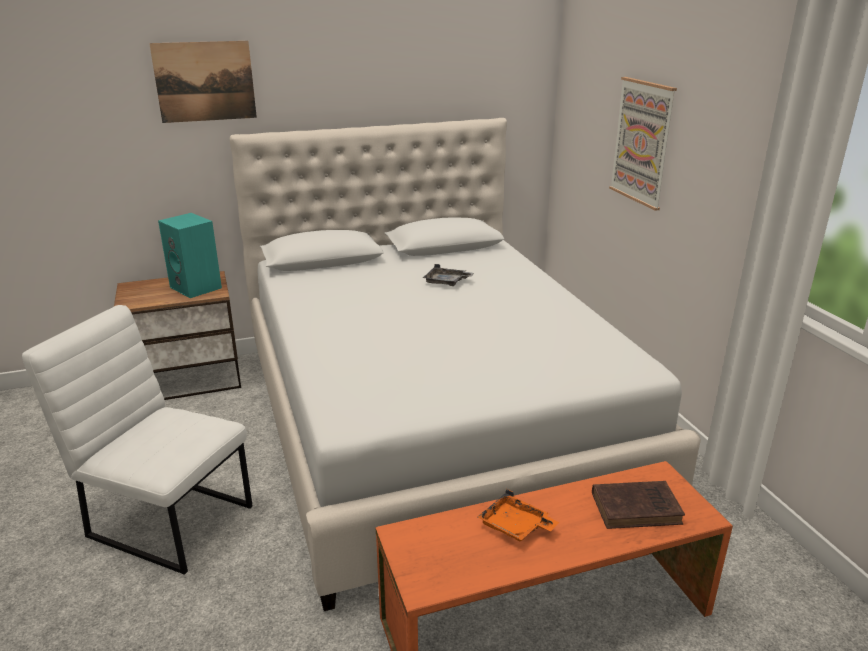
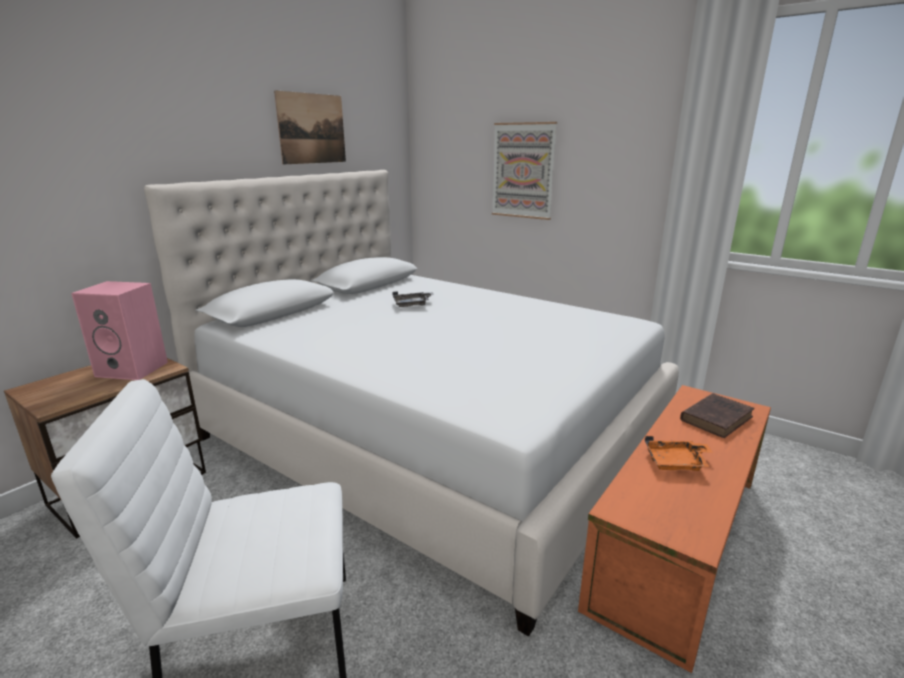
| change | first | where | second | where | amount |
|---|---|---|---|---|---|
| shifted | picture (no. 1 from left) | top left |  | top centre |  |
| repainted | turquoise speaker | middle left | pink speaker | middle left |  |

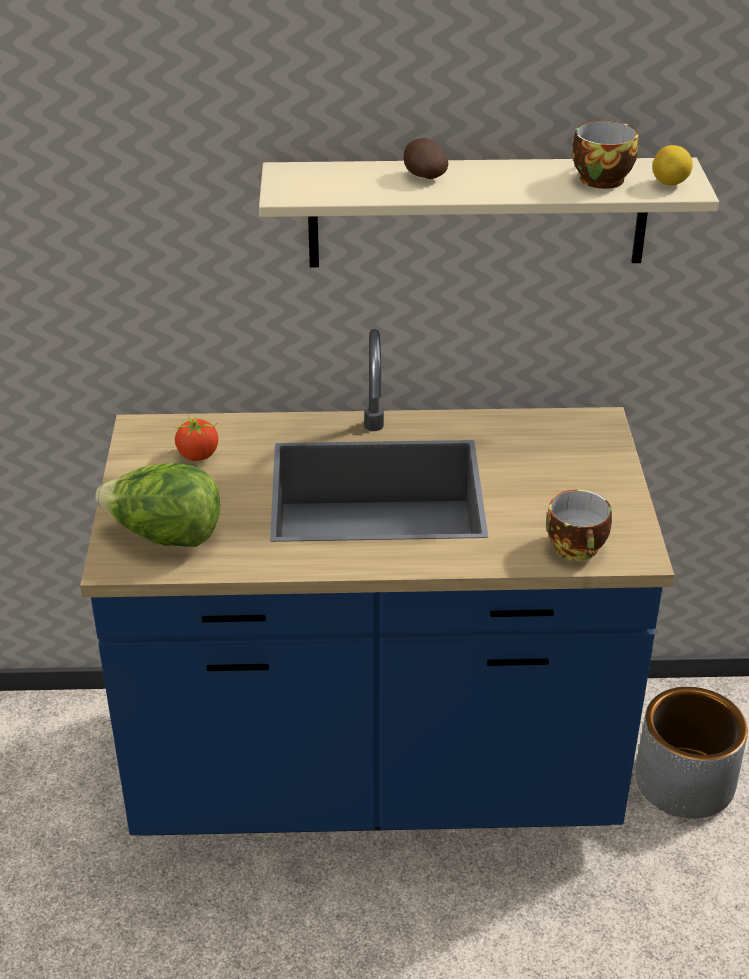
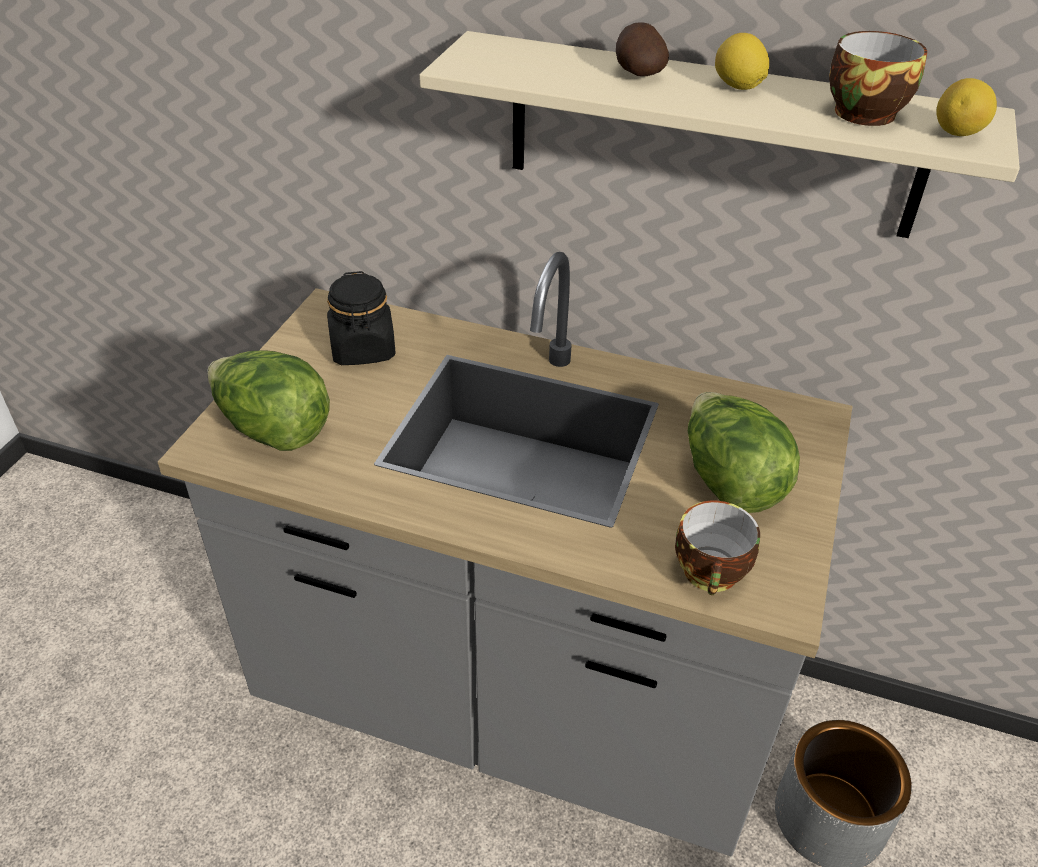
| change | first | where | second | where | amount |
|---|---|---|---|---|---|
| repainted | blue counter | centre | grey counter | centre |  |
| swapped | tomato | middle left | black jar | centre |  |
| new |  |  | lettuce (no. 2 from left) | middle right |  |
| new |  |  | lemon (no. 1 from left) | top right |  |

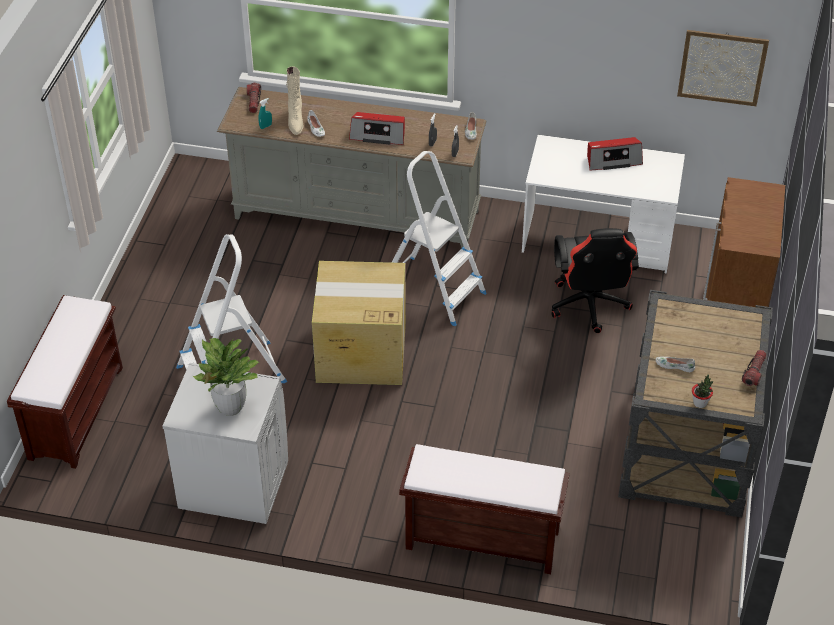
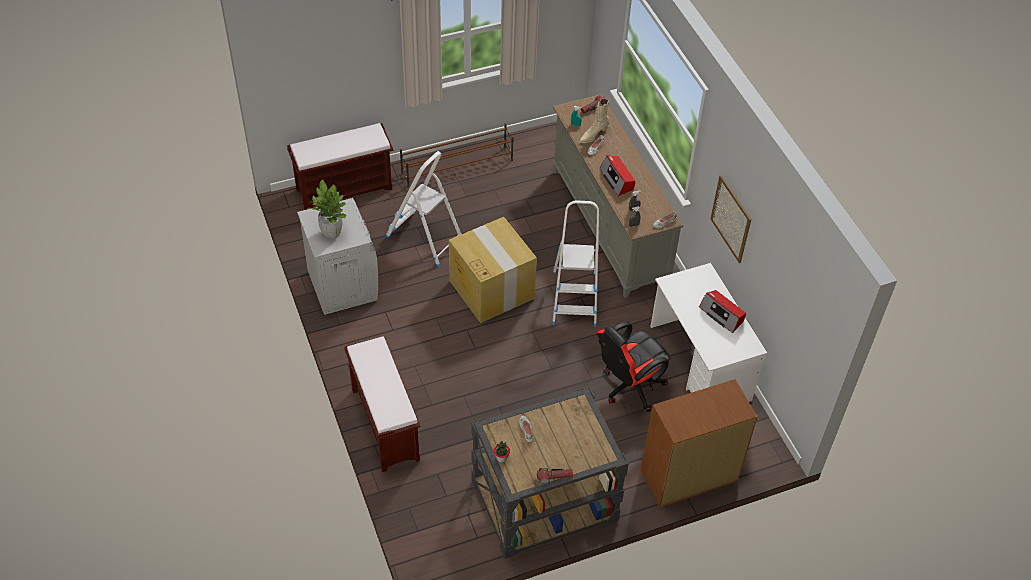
| change | first | where | second | where | amount |
|---|---|---|---|---|---|
| shifted | picture | top right |  | middle right |  |
| new |  |  | brown shoe rack | top centre |  |

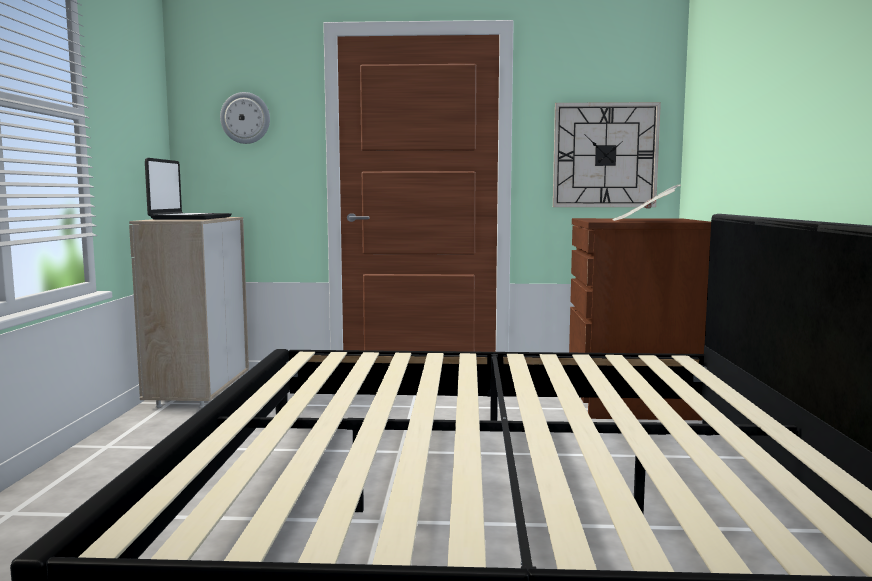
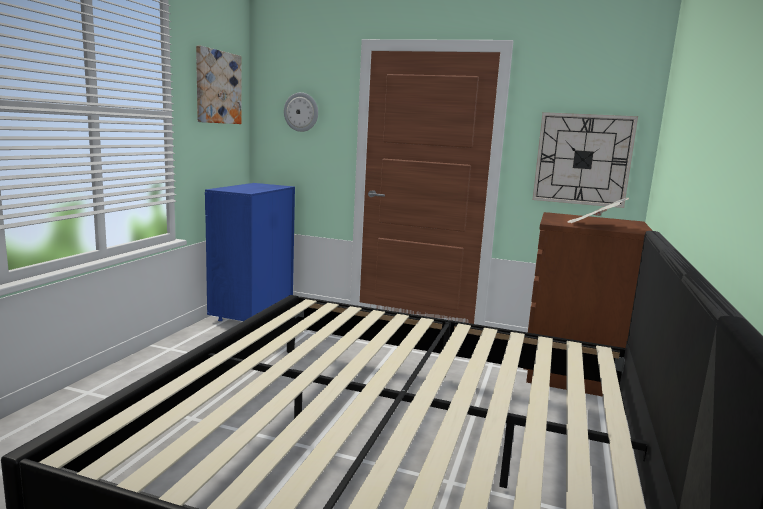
| change | first | where | second | where | amount |
|---|---|---|---|---|---|
| repainted | beige cabinet | middle left | blue cabinet | middle left |  |
| gone | laptop | top left |  |  |  |
| new |  |  | picture | top left |  |

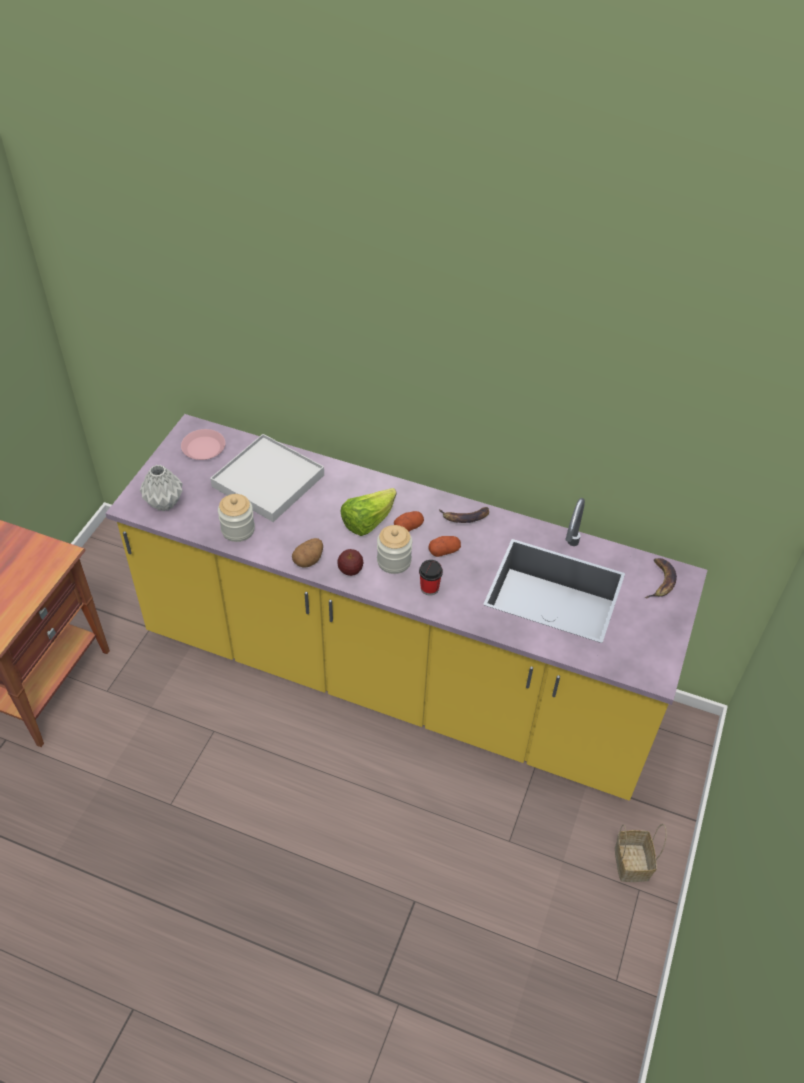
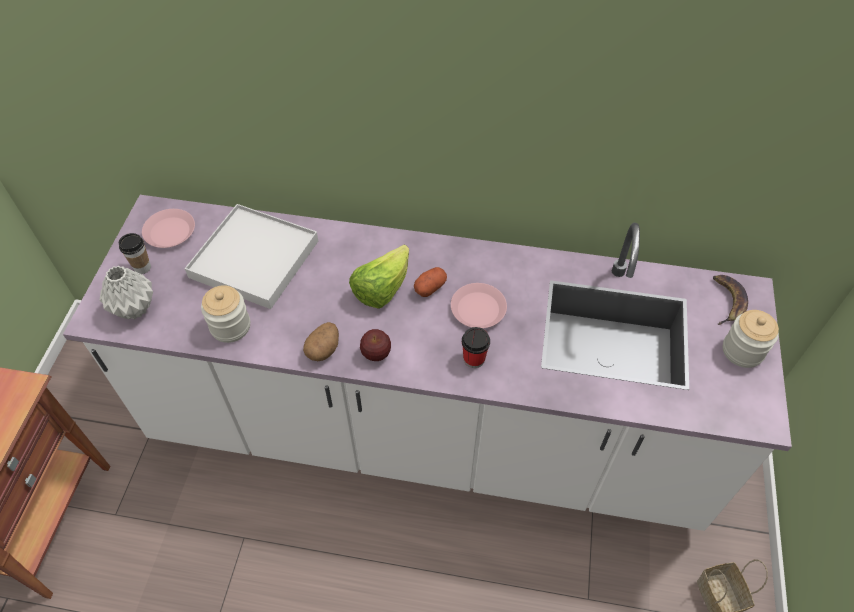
| change | first | where | second | where | amount |
|---|---|---|---|---|---|
| repainted | yellow counter | centre | white counter | centre |  |
| shifted | jar (no. 2 from left) | centre |  | middle right |  |
| swapped | potato (no. 3 from left) | centre | pink plate (no. 2 from left) | centre |  |
| gone | banana (no. 1 from left) | centre |  |  |  |
| new |  |  | cup (no. 1 from left) | middle left |  |

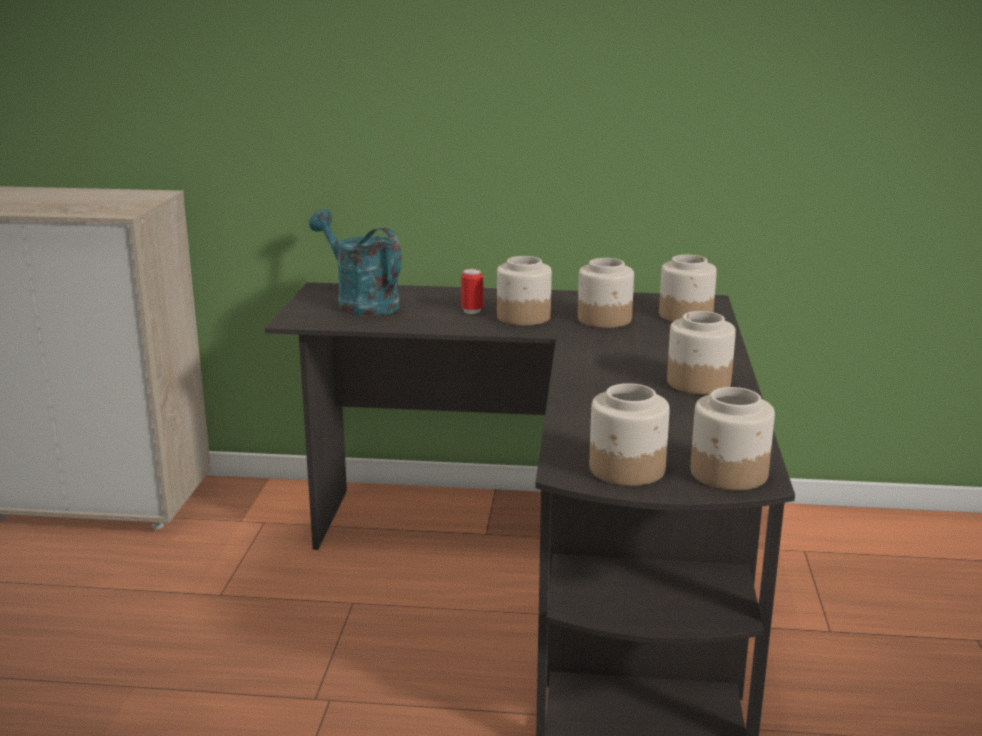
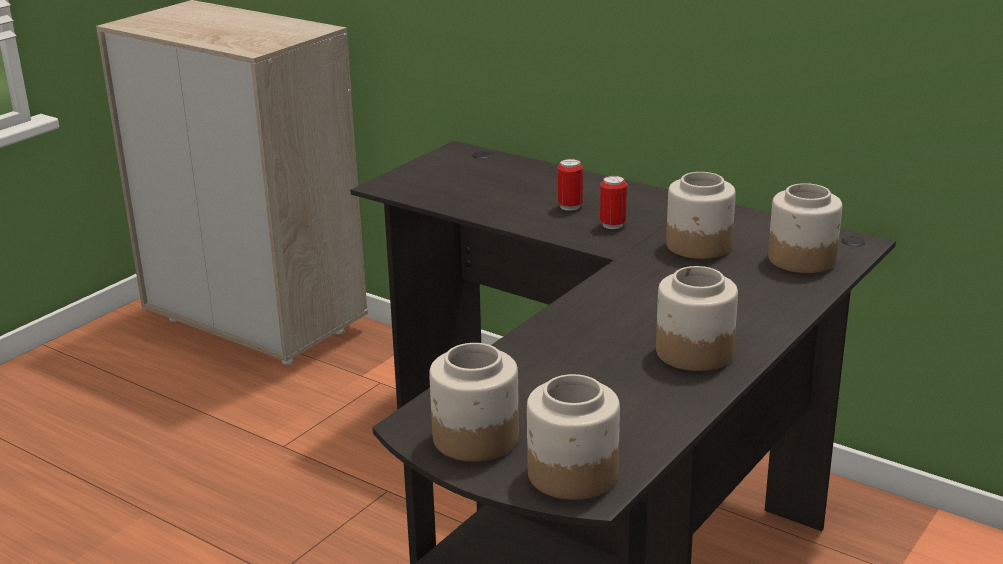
| change | first | where | second | where | amount |
|---|---|---|---|---|---|
| gone | turquoise watering can | centre |  |  |  |
| swapped | jar (no. 1 from left) | centre | can (no. 2 from left) | centre |  |

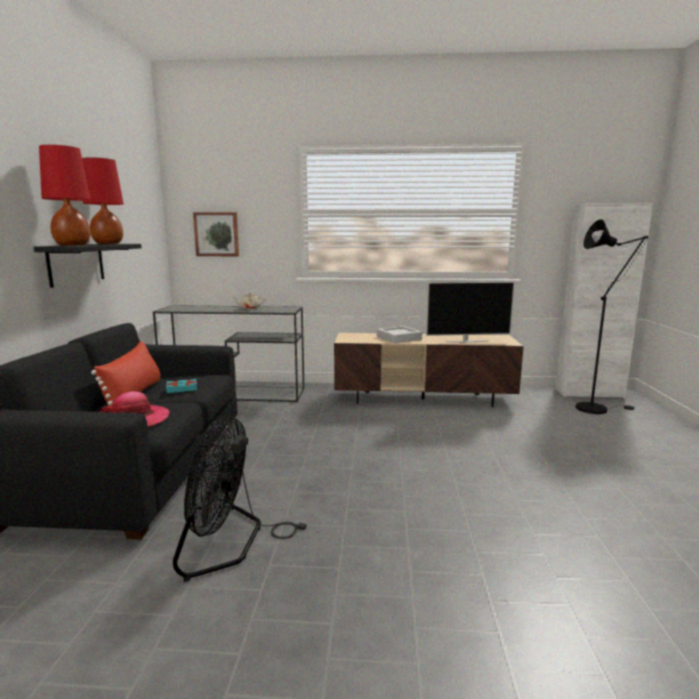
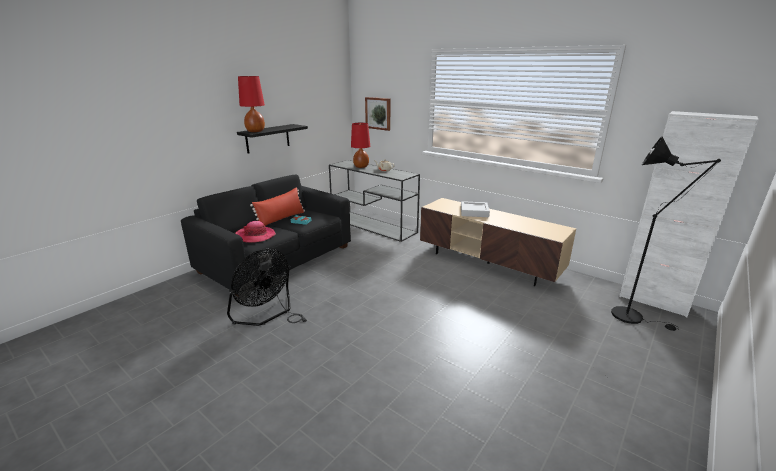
| change | first | where | second | where | amount |
|---|---|---|---|---|---|
| shifted | red table lamp (no. 2 from left) | top left |  | top centre |  |
| gone | television | middle right |  |  |  |

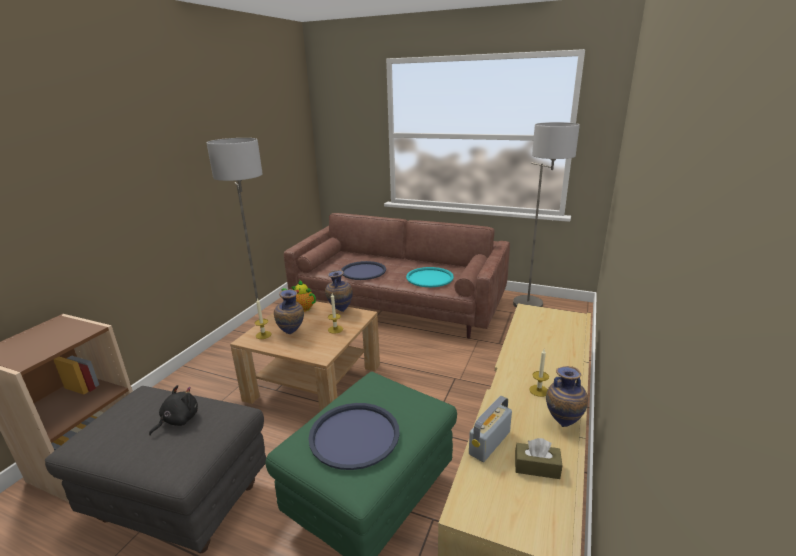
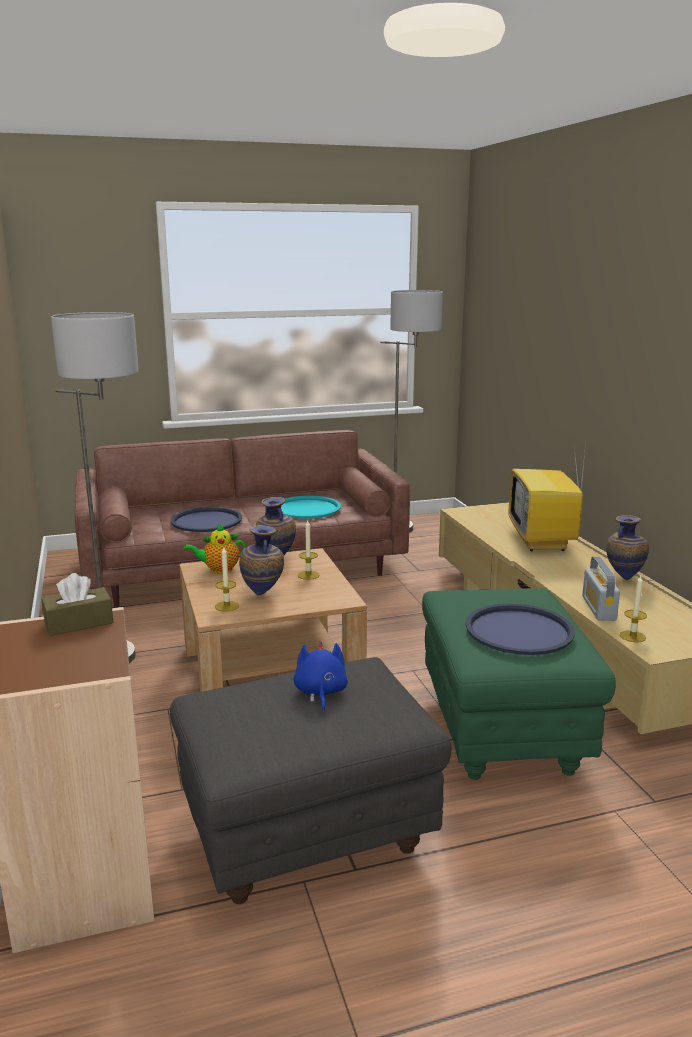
| change | first | where | second | where | amount |
|---|---|---|---|---|---|
| repainted | black plush toy | bottom left | blue plush toy | centre |  |
| shifted | brown tissue box | bottom right |  | middle left |  |
| shifted | candle (no. 3 from left) | bottom right |  | middle right |  |
| new |  |  | television | middle right |  |

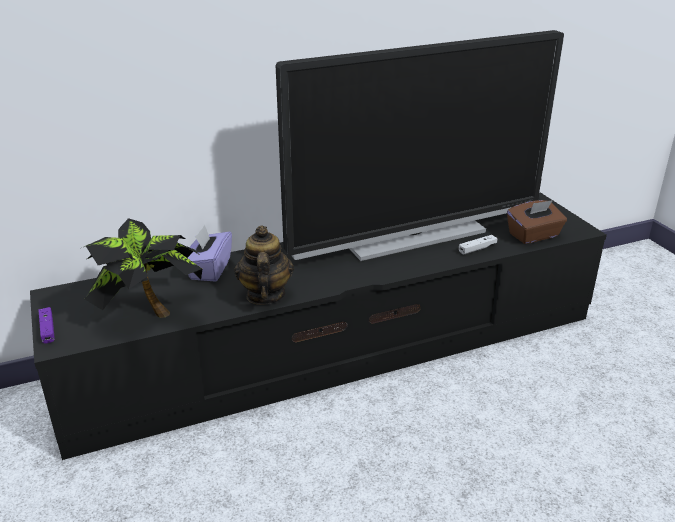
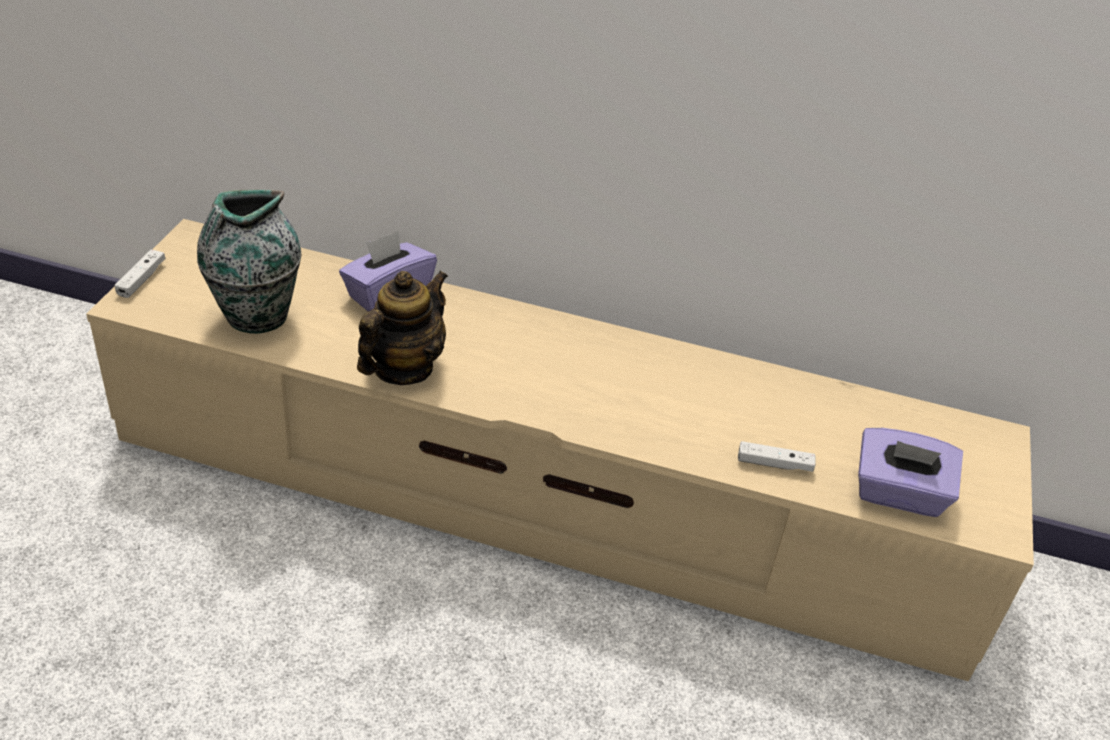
| change | first | where | second | where | amount |
|---|---|---|---|---|---|
| repainted | black tv stand | centre | beige tv stand | centre |  |
| repainted | purple game controller | middle left | white game controller (no. 1 from left) | middle left |  |
| swapped | potted plant | middle left | vase | middle left |  |
| gone | television | top centre |  |  |  |
| repainted | brown tissue box | middle right | purple tissue box (no. 2 from left) | middle right |  |

